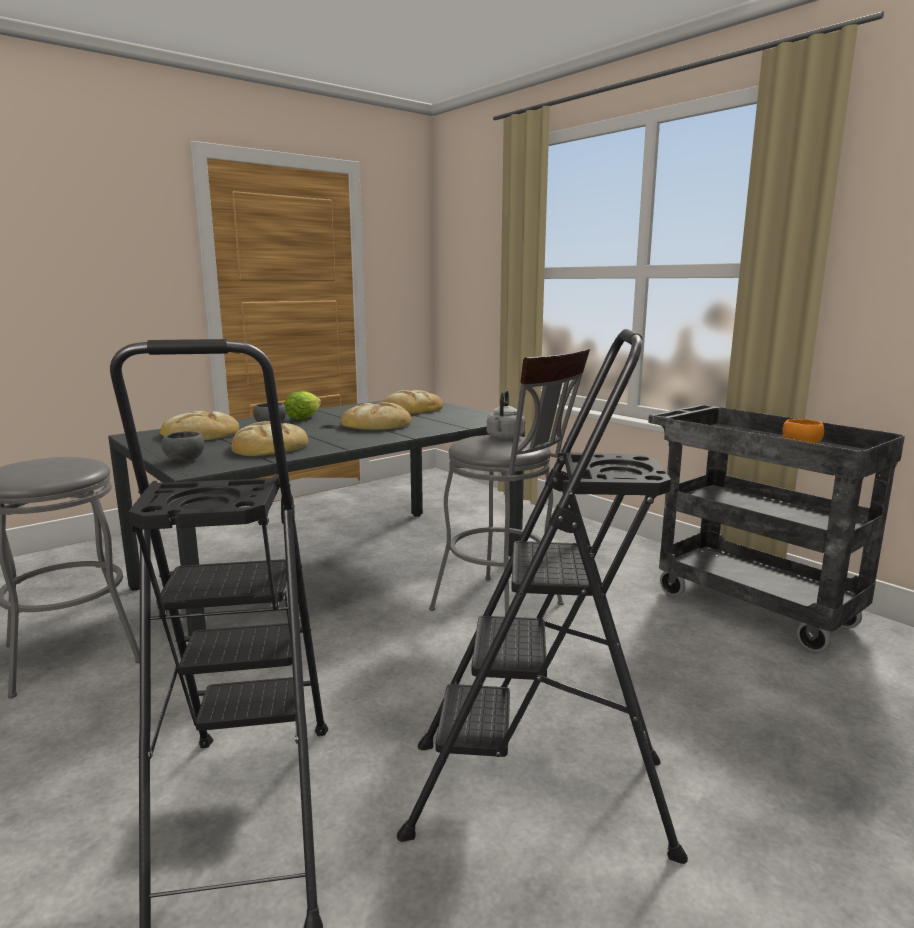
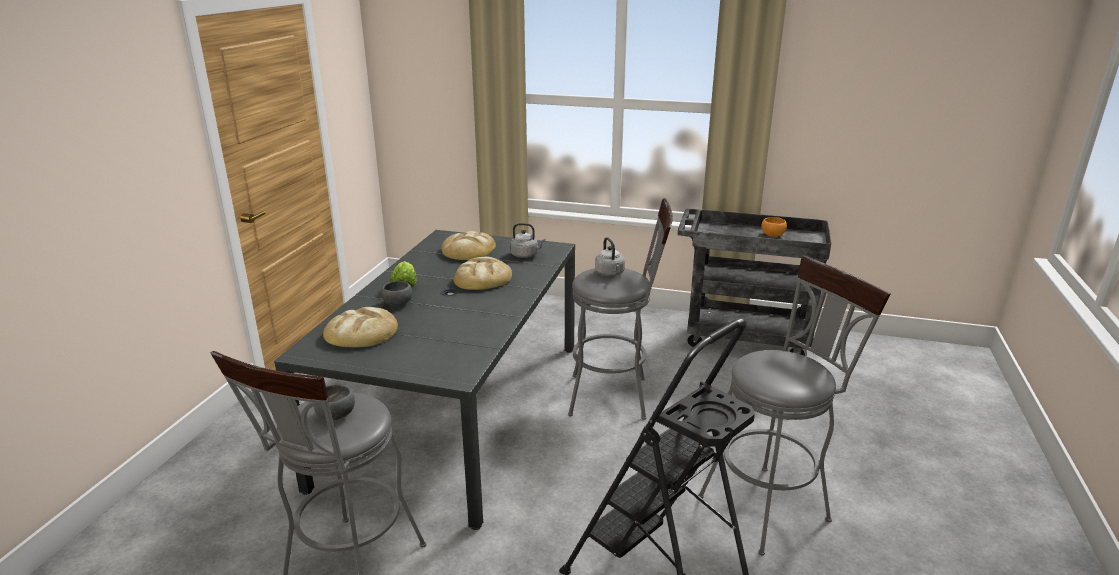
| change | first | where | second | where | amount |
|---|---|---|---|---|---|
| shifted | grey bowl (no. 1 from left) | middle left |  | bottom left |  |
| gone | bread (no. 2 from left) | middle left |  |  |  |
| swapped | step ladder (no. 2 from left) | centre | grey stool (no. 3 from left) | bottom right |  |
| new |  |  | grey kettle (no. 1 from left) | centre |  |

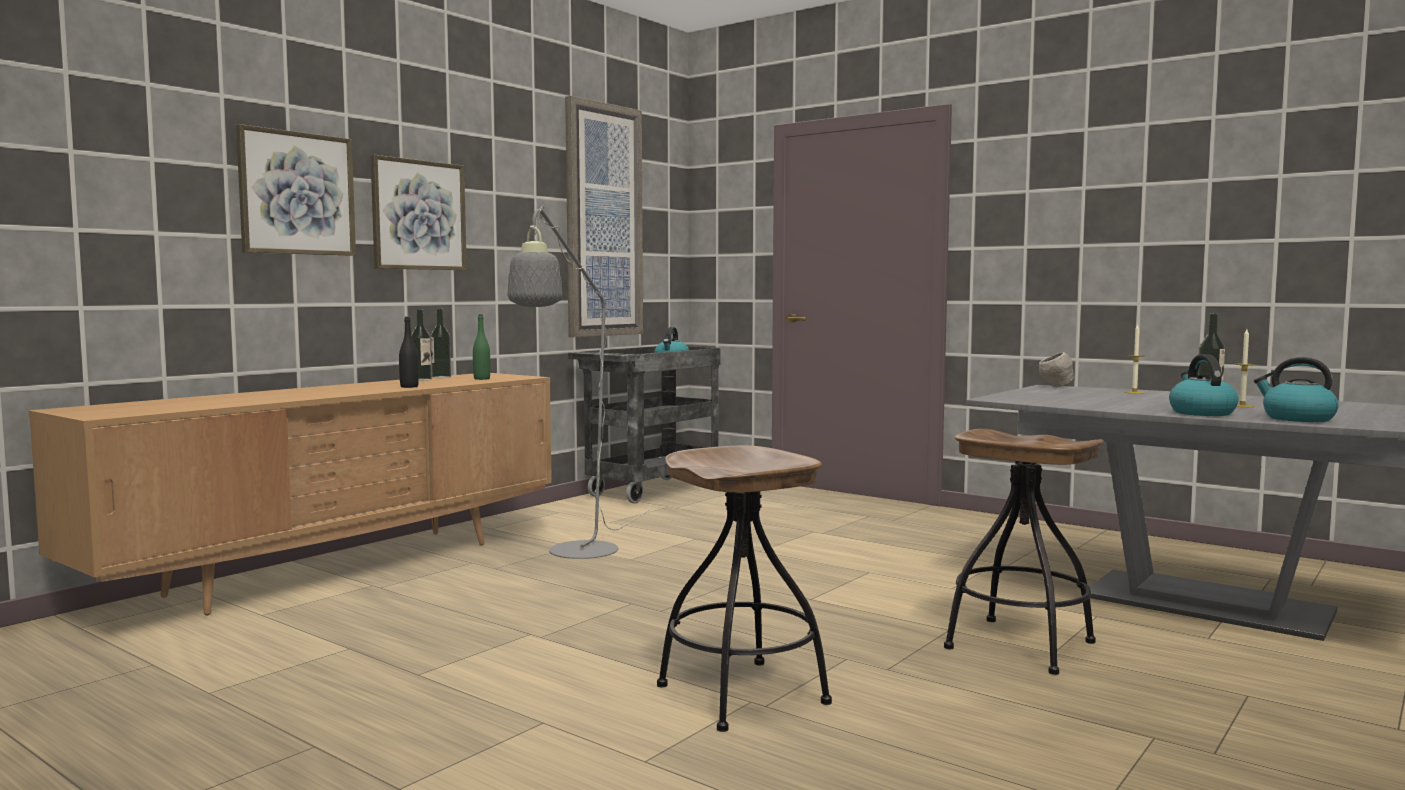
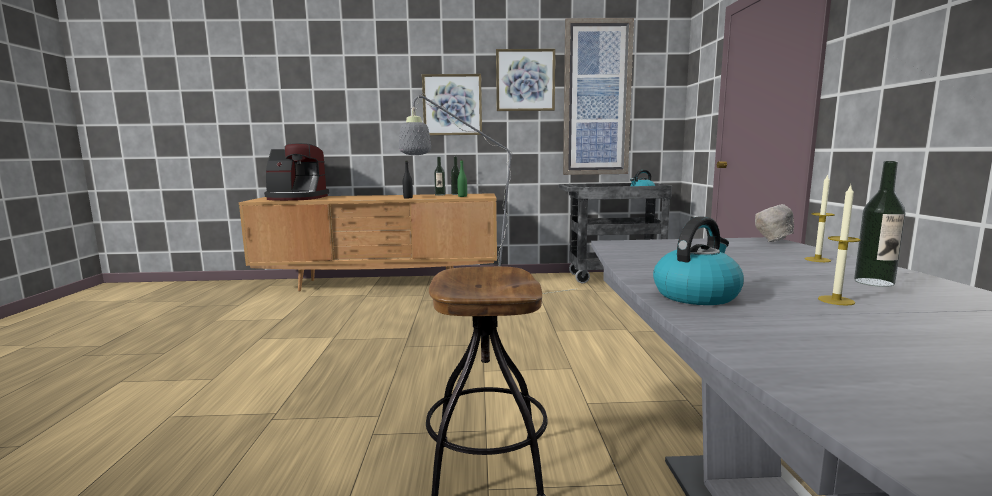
| change | first | where | second | where | amount |
|---|---|---|---|---|---|
| shifted | picture (no. 1 from left in the first image) | top left | picture (no. 2 from left) | top centre |  |
| gone | brown stool (no. 1 from left) | bottom centre |  |  |  |
| gone | kettle (no. 3 from left) | middle right |  |  |  |
| new |  |  | coffee machine | middle left |  |

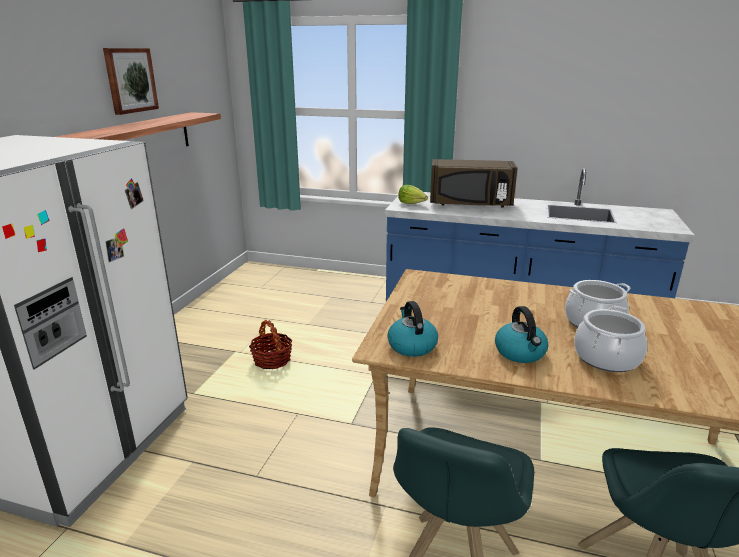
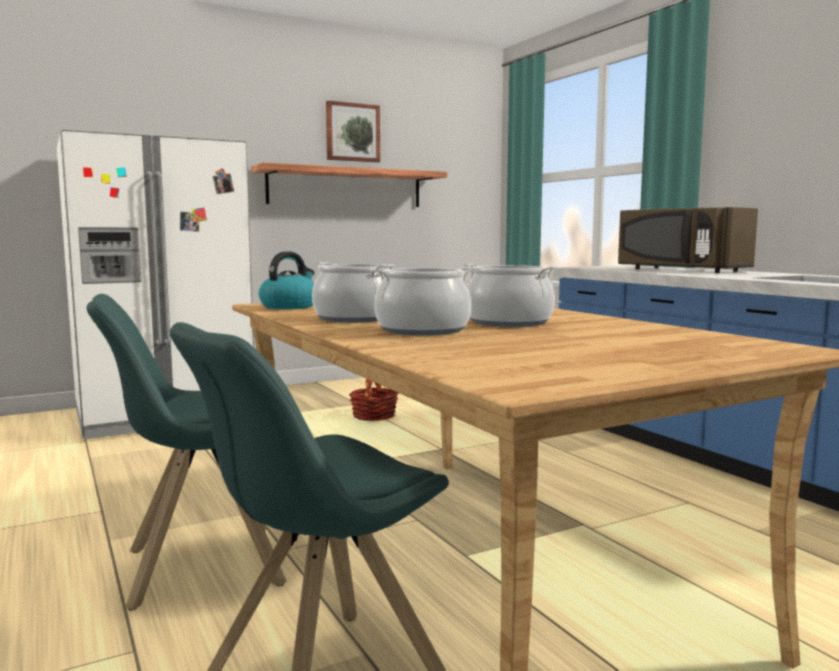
| change | first | where | second | where | amount |
|---|---|---|---|---|---|
| gone | lettuce | centre |  |  |  |
| swapped | kettle (no. 2 from left) | middle right | cooking pot (no. 1 from left) | centre |  |

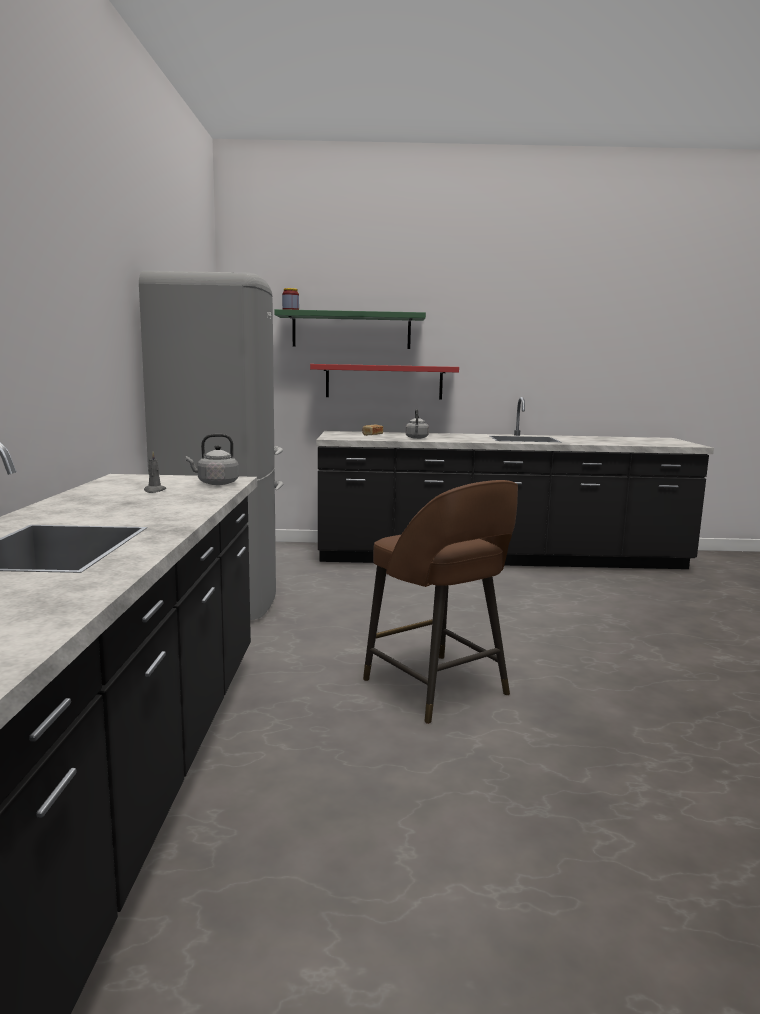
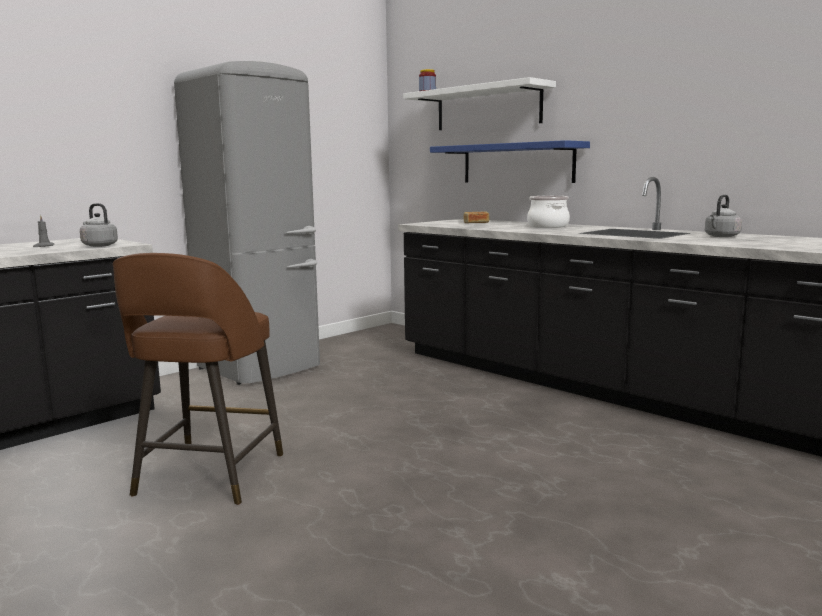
| change | first | where | second | where | amount |
|---|---|---|---|---|---|
| repainted | green shelf | top centre | white shelf | top centre |  |
| repainted | red shelf | centre | blue shelf | top centre |  |
| shifted | grey kettle (no. 2 from left) | centre |  | middle right |  |
| new |  |  | cooking pot | middle right |  |

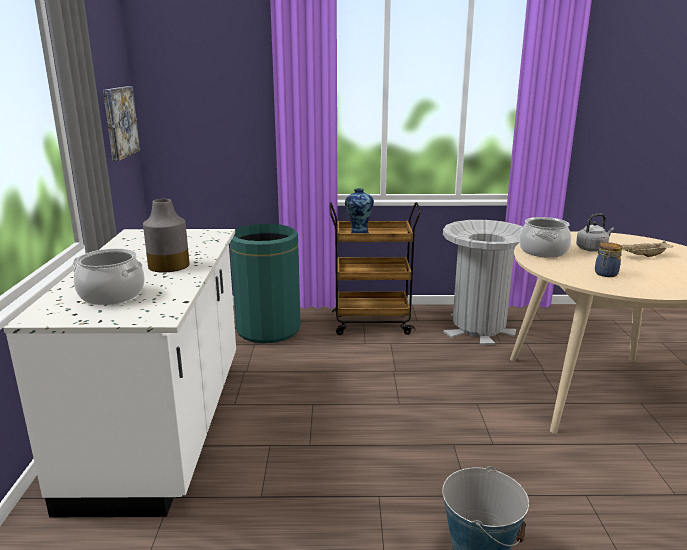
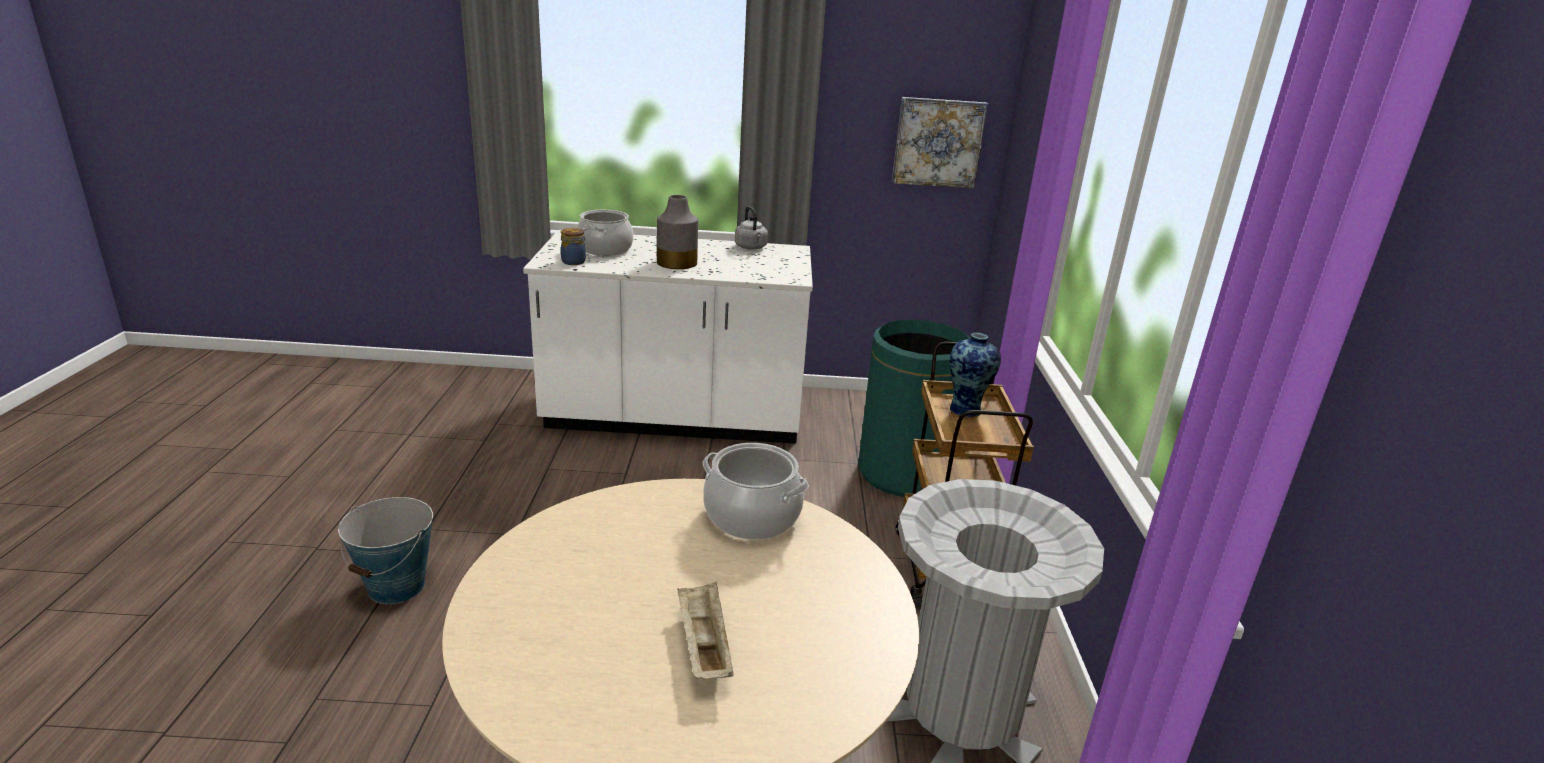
| change | first | where | second | where | amount |
|---|---|---|---|---|---|
| shifted | grey kettle | middle right |  | top centre |  |
| shifted | jar | middle right |  | top centre |  |

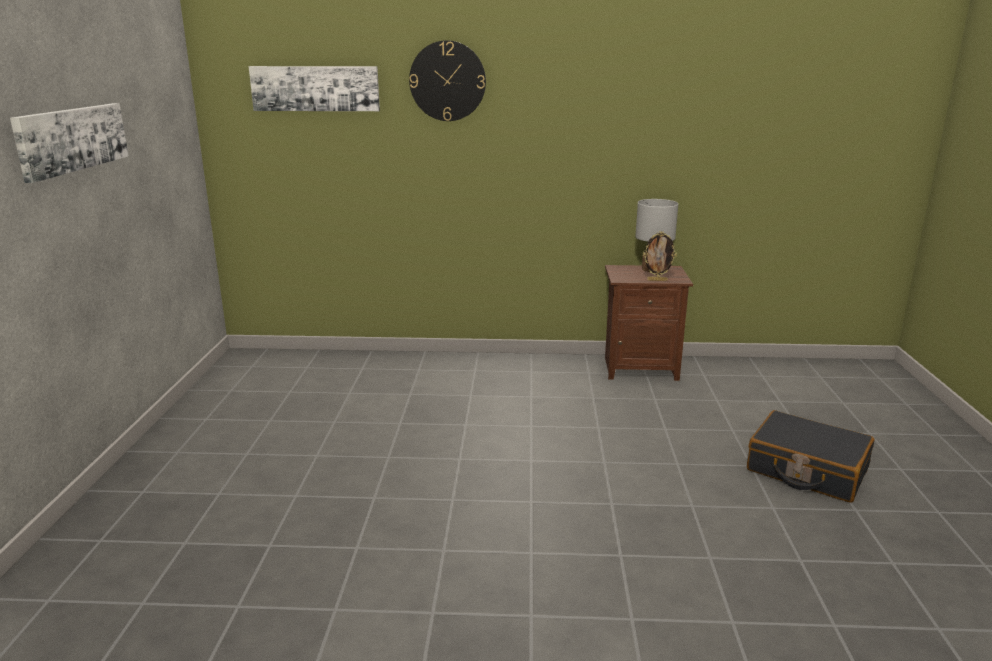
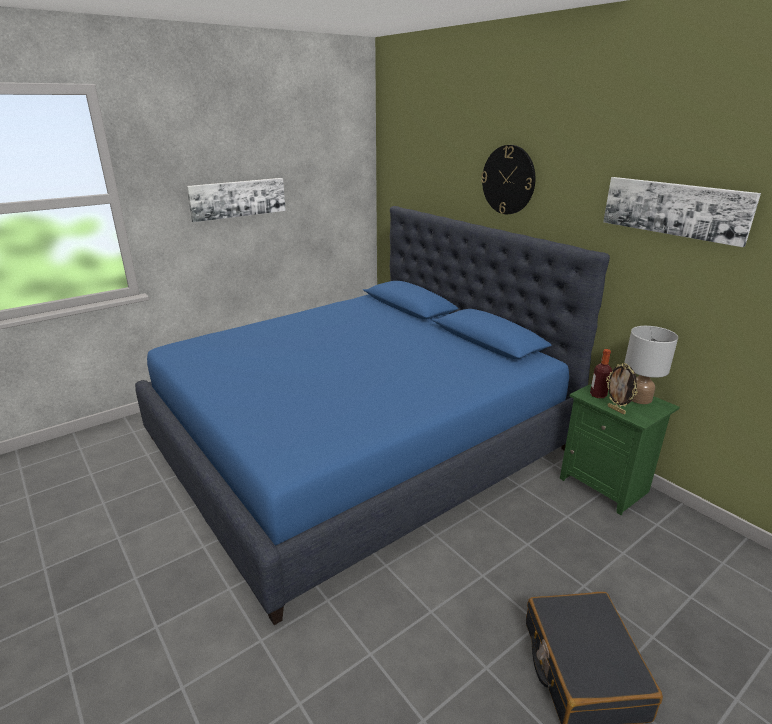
| change | first | where | second | where | amount |
|---|---|---|---|---|---|
| shifted | picture (no. 2 from left) | top left |  | top right |  |
| repainted | brown nightstand | centre | green nightstand | middle right |  |
| new |  |  | blue bed | centre |  |
| new |  |  | bottle | middle right |  |

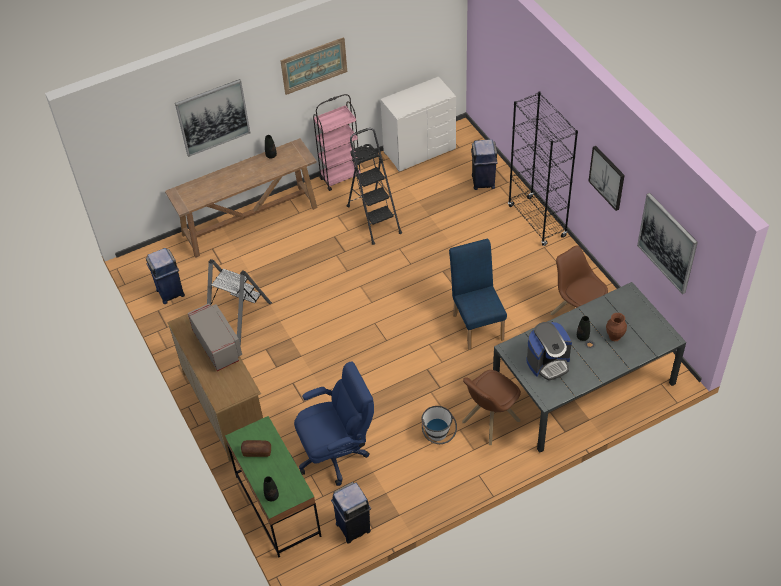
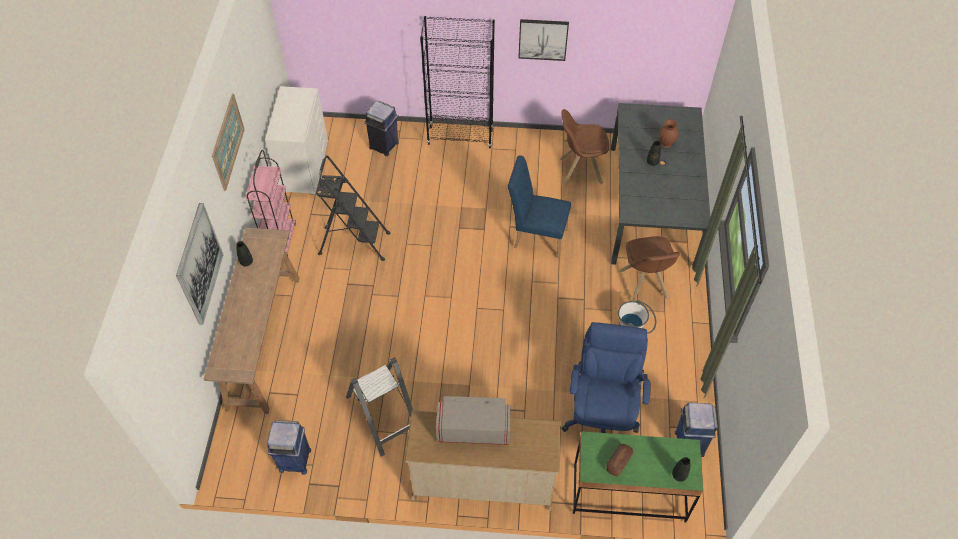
| change | first | where | second | where | amount |
|---|---|---|---|---|---|
| gone | coffee machine | middle right |  |  |  |
| gone | picture (no. 4 from left) | middle right |  |  |  |

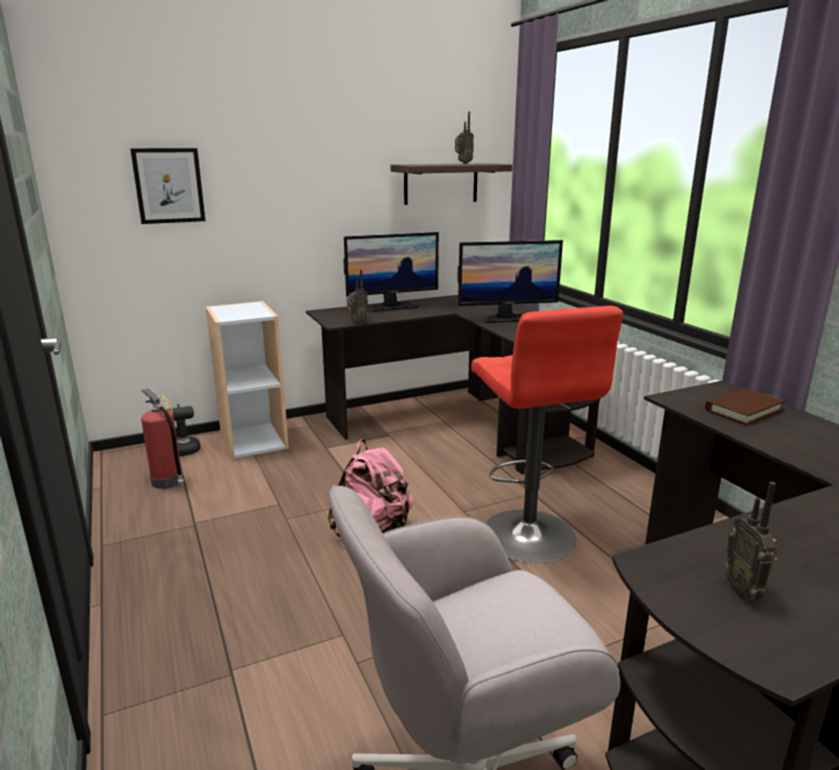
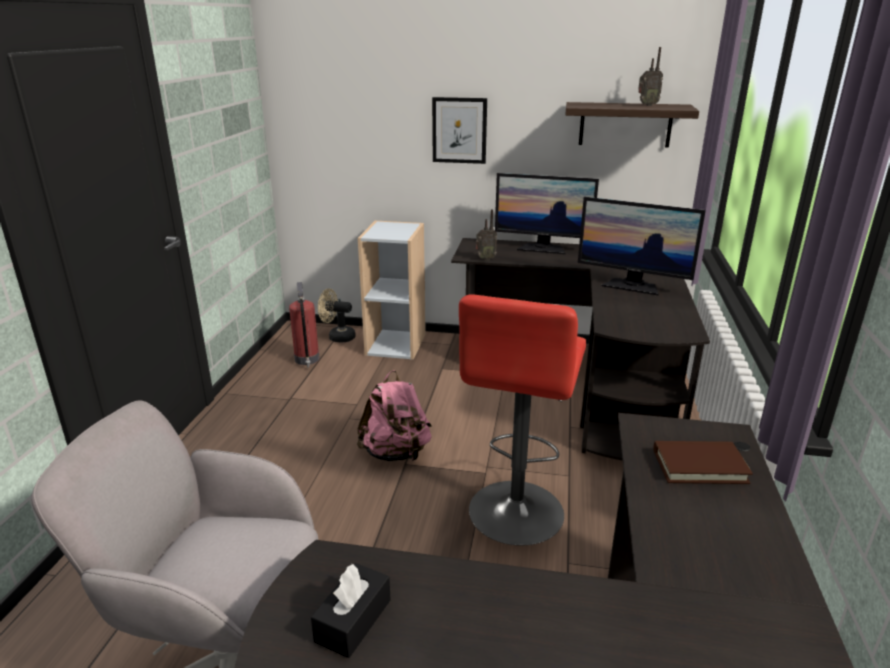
| change | first | where | second | where | amount |
|---|---|---|---|---|---|
| shifted | picture | top left |  | top centre |  |
| swapped | radio (no. 3 from left) | bottom right | black tissue box | bottom centre |  |

